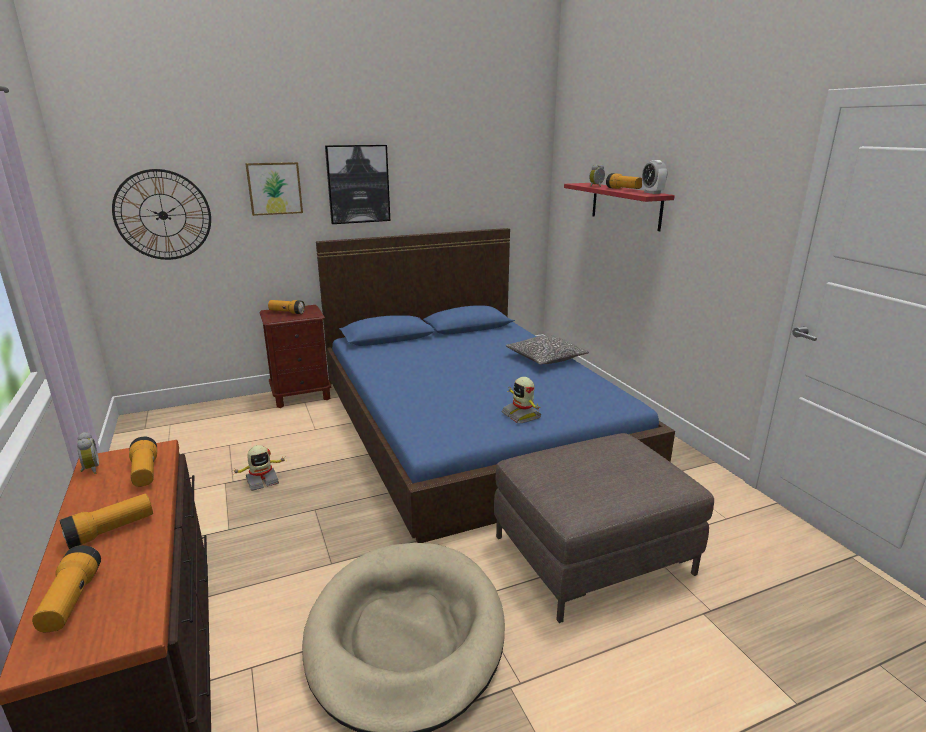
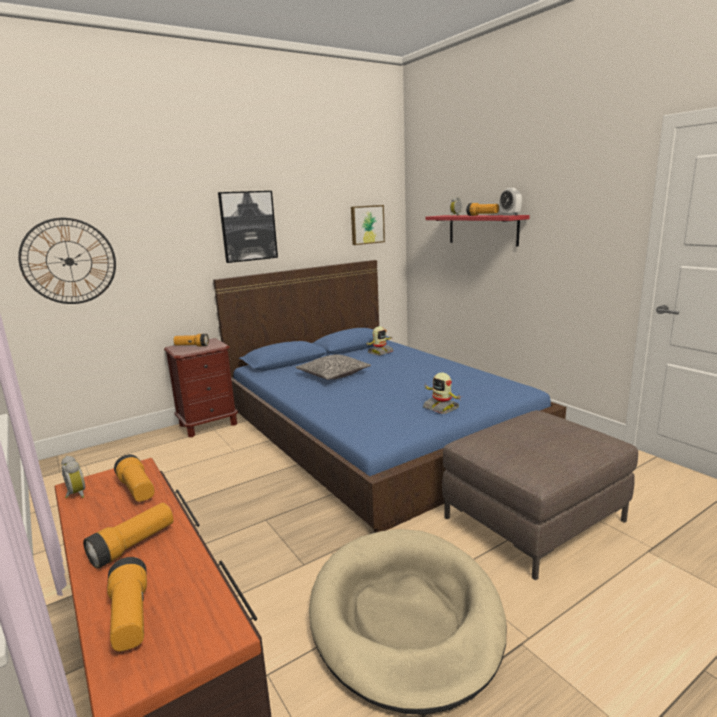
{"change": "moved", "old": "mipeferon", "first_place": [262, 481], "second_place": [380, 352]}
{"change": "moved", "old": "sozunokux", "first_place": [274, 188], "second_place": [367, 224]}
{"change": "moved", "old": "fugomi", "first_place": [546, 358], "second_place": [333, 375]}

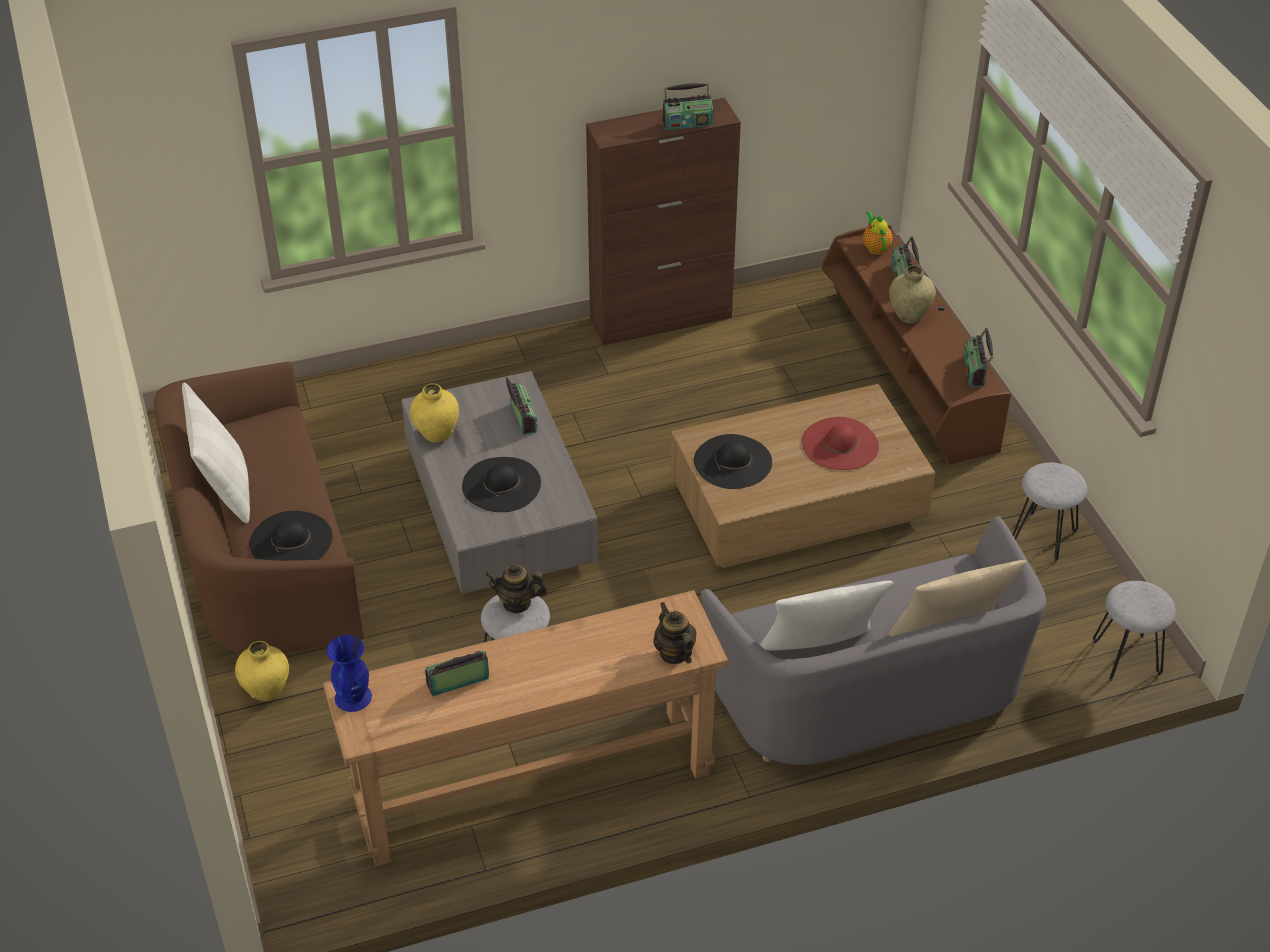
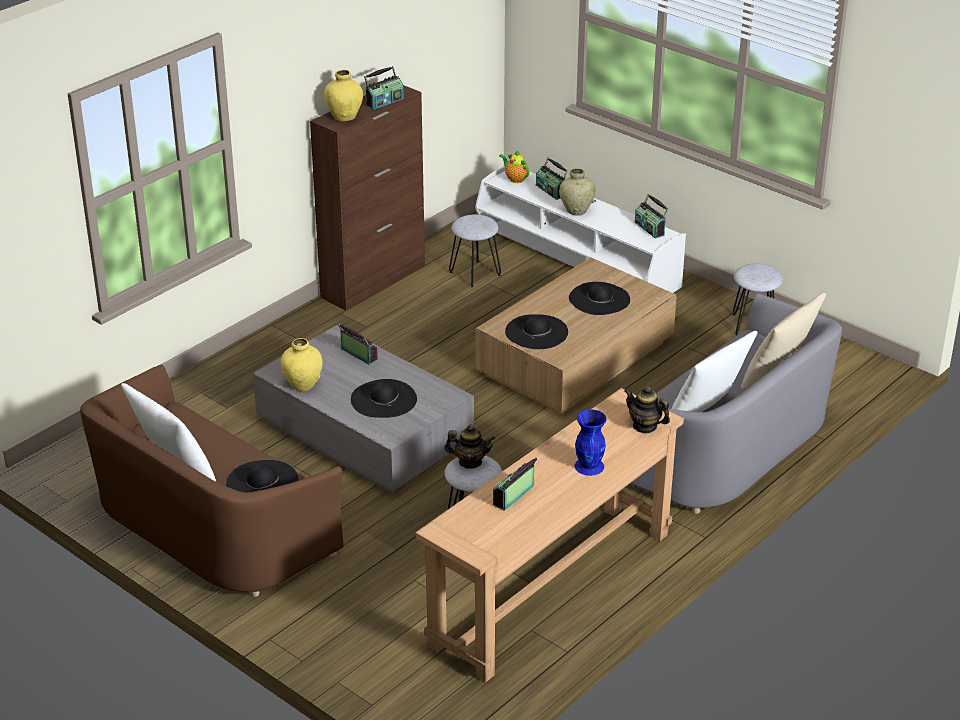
{"change": "moved", "old": "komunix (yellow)", "first_place": [266, 691], "second_place": [344, 117]}
{"change": "moved", "old": "komunix (blue)", "first_place": [353, 697], "second_place": [590, 466]}
{"change": "moved", "old": "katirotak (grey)", "first_place": [1126, 658], "second_place": [474, 273]}
{"change": "recoloured", "old": "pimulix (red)", "new": "pimulix (black)", "first_place": [840, 444], "second_place": [599, 299]}
{"change": "recoloured", "old": "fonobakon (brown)", "new": "fonobakon (white)", "first_place": [906, 371], "second_place": [576, 260]}
{"change": "turned", "old": "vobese", "first_place": [517, 603], "second_place": [470, 462], "degrees": -150}

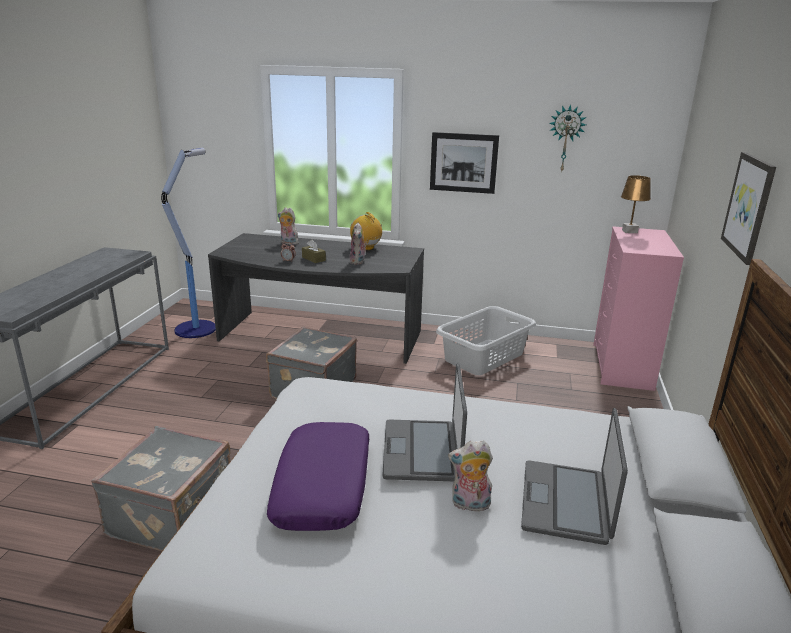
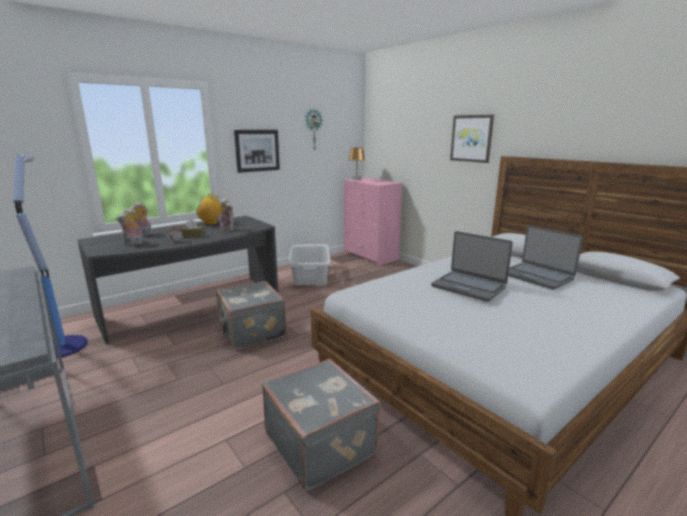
{"change": "removed", "old": "fugomi (purple)", "first_place": [324, 486]}
{"change": "moved", "old": "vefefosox", "first_place": [469, 505], "second_place": [133, 243]}

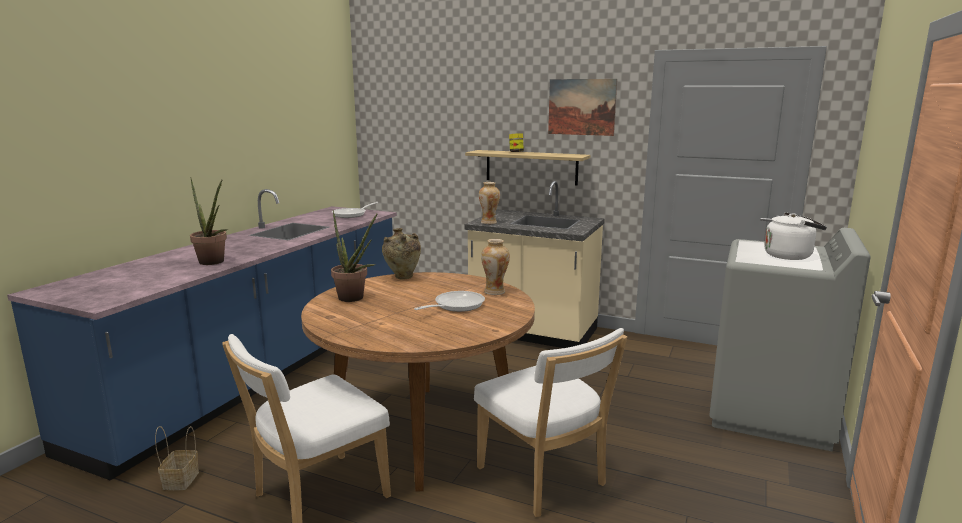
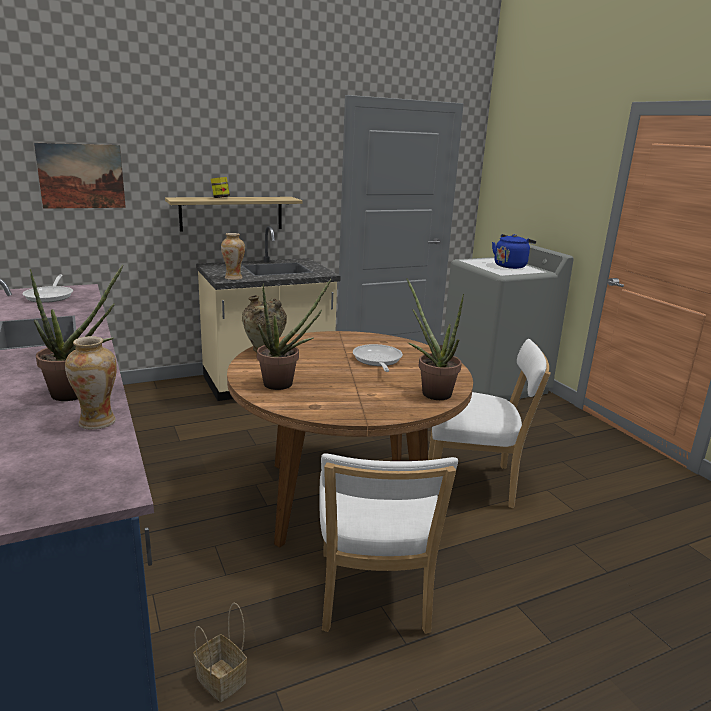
{"change": "added", "new": "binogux", "second_place": [431, 392]}
{"change": "moved", "old": "komunix", "first_place": [494, 292], "second_place": [97, 422]}
{"change": "moved", "old": "sozunokux", "first_place": [581, 107], "second_place": [81, 176]}
{"change": "recoloured", "old": "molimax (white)", "new": "molimax (blue)", "first_place": [790, 256], "second_place": [511, 266]}

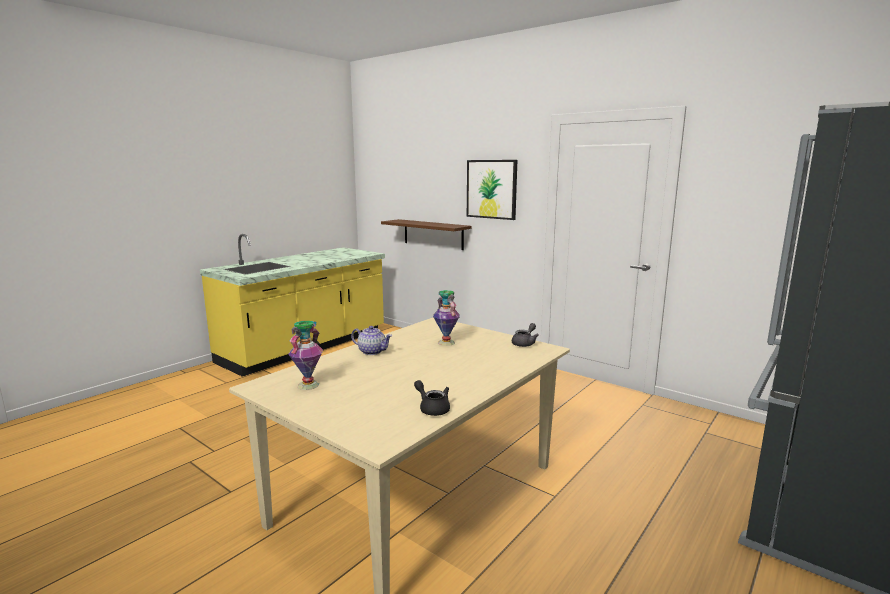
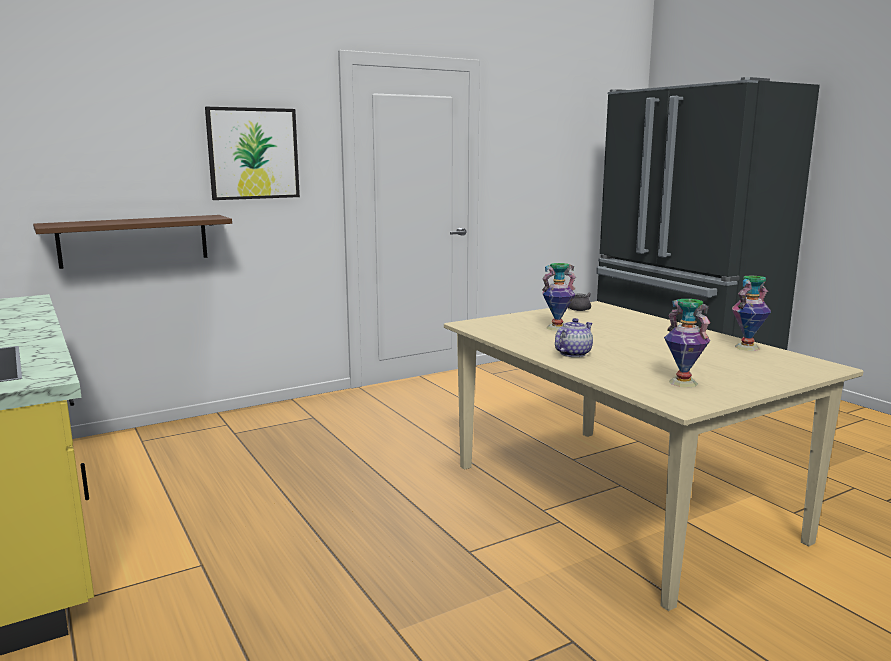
{"change": "replaced", "old": "vobese (black)", "new": "komunix", "first_place": [432, 408], "second_place": [747, 347]}

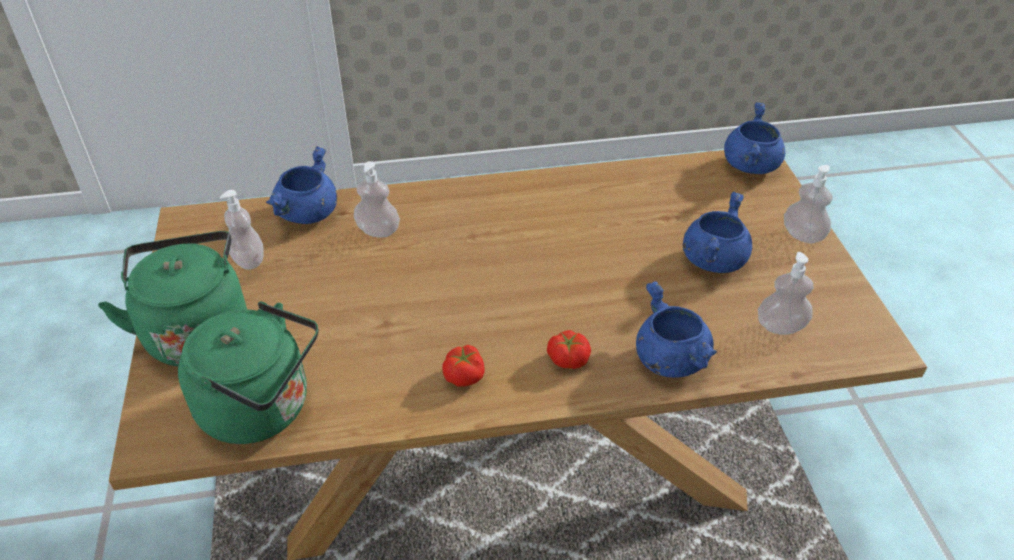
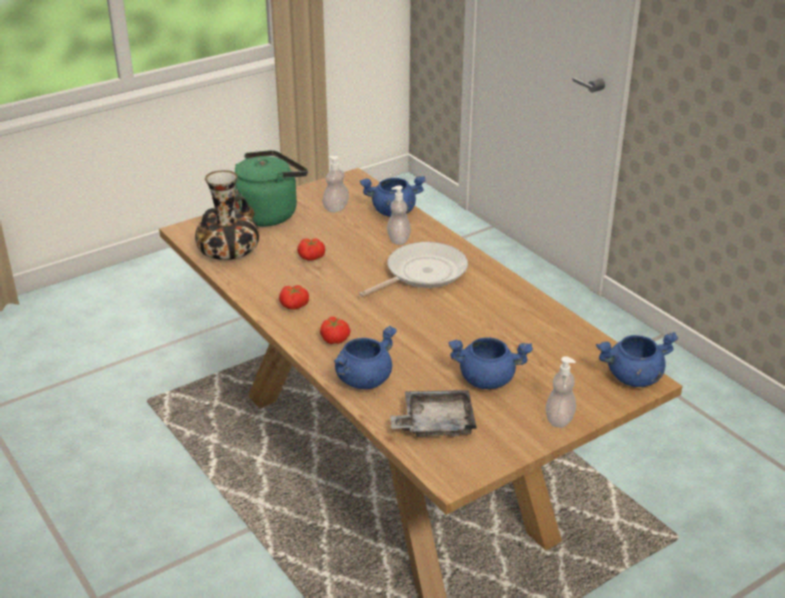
{"change": "added", "new": "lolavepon", "second_place": [311, 257]}
{"change": "added", "new": "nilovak", "second_place": [422, 273]}
{"change": "replaced", "old": "molimax (green)", "new": "komunix", "first_place": [262, 408], "second_place": [227, 251]}
{"change": "replaced", "old": "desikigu", "new": "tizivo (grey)", "first_place": [780, 326], "second_place": [435, 423]}

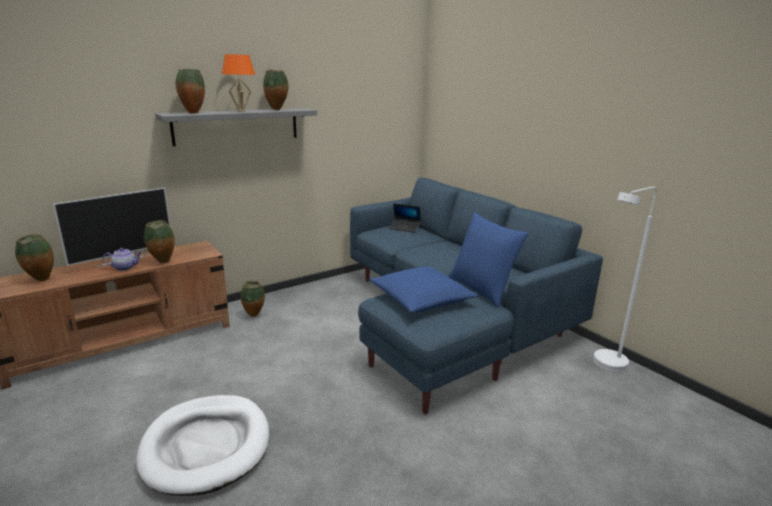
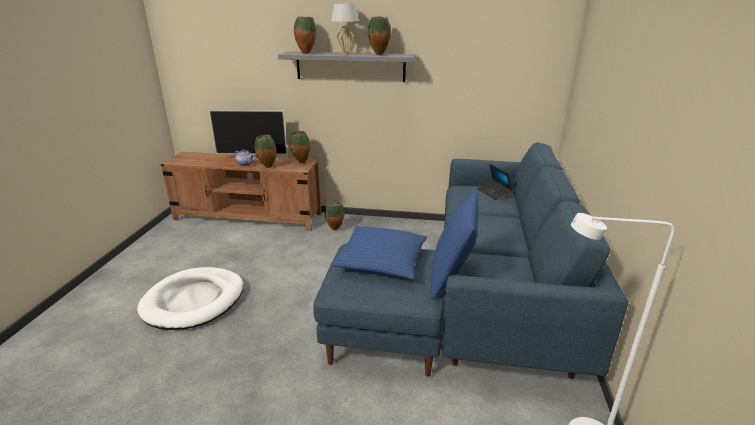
{"change": "moved", "old": "komunix", "first_place": [41, 280], "second_place": [301, 162]}
{"change": "recoloured", "old": "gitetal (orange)", "new": "gitetal (white)", "first_place": [241, 111], "second_place": [345, 54]}

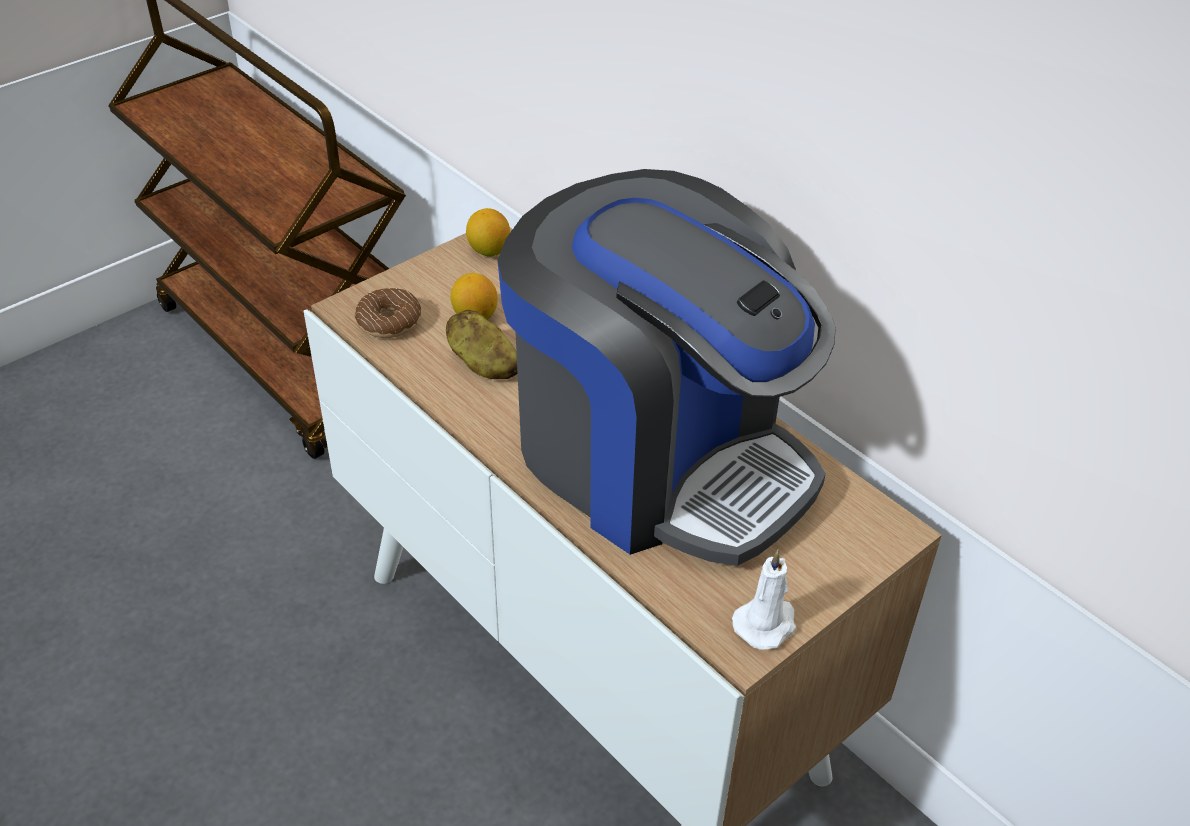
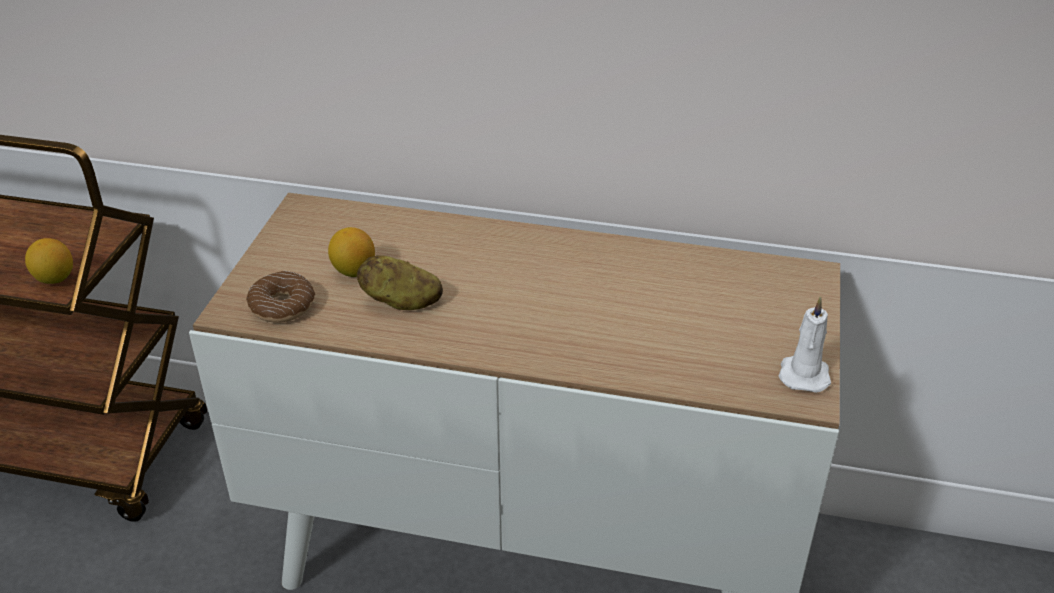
{"change": "removed", "old": "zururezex", "first_place": [657, 457]}
{"change": "moved", "old": "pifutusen", "first_place": [489, 251], "second_place": [55, 278]}

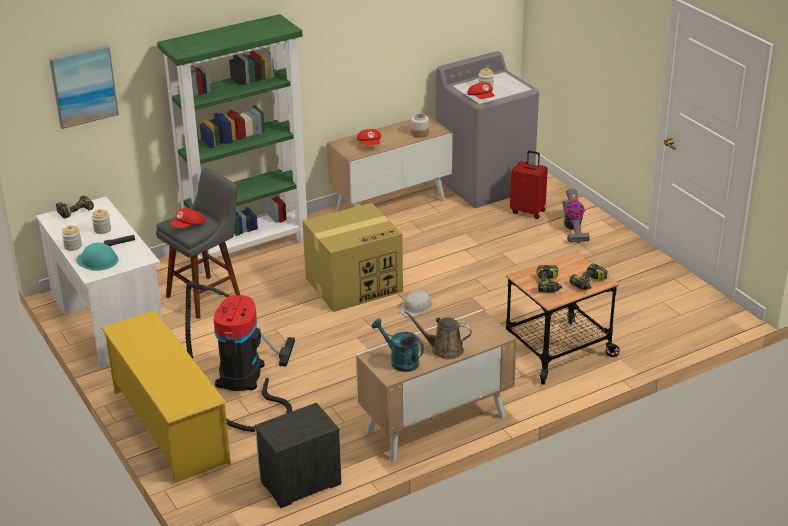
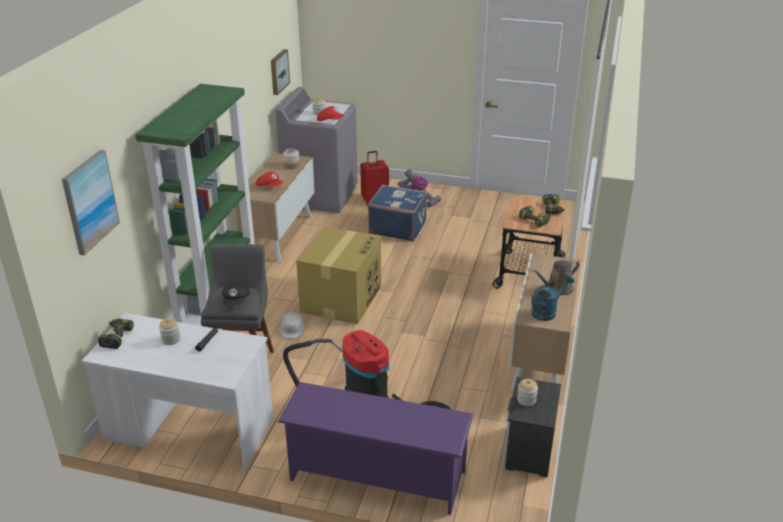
{"change": "removed", "old": "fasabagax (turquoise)", "first_place": [97, 260]}
{"change": "added", "new": "sozunokux", "second_place": [278, 71]}
{"change": "added", "new": "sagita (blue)", "second_place": [397, 227]}
{"change": "moved", "old": "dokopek", "first_place": [73, 246], "second_place": [526, 400]}
{"change": "moved", "old": "fasabagax (white)", "first_place": [416, 307], "second_place": [292, 328]}
{"change": "recoloured", "old": "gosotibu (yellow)", "new": "gosotibu (purple)", "first_place": [169, 426], "second_place": [376, 476]}
{"change": "recoloured", "old": "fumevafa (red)", "new": "fumevafa (black)", "first_place": [188, 226], "second_place": [236, 301]}
{"change": "turned", "old": "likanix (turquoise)", "first_place": [400, 361], "second_place": [547, 311], "degrees": 150}

